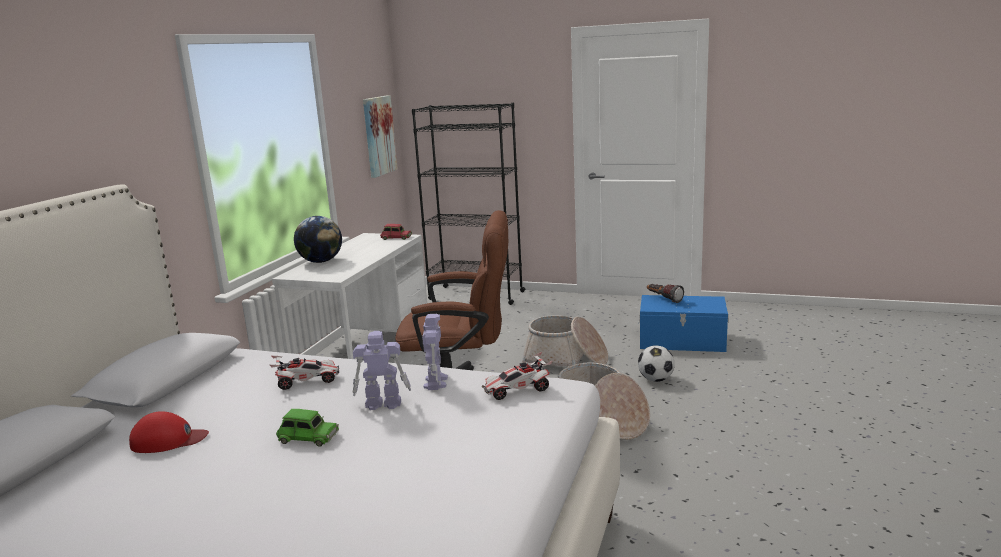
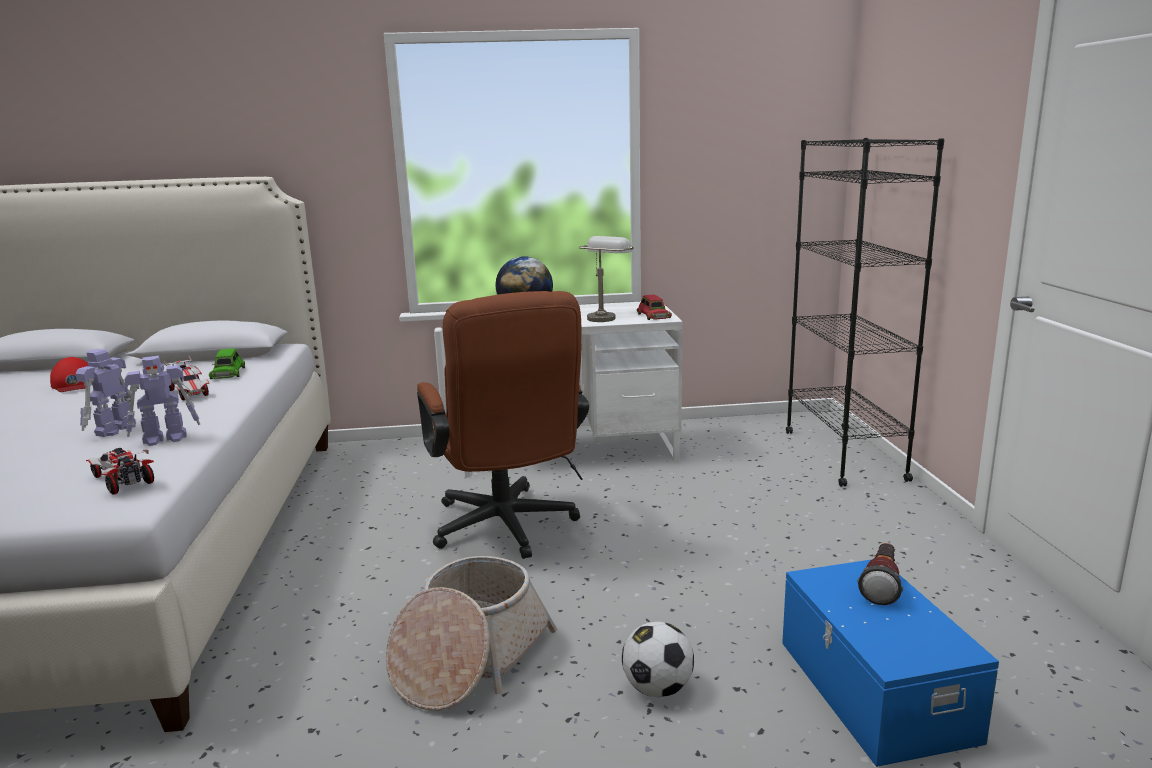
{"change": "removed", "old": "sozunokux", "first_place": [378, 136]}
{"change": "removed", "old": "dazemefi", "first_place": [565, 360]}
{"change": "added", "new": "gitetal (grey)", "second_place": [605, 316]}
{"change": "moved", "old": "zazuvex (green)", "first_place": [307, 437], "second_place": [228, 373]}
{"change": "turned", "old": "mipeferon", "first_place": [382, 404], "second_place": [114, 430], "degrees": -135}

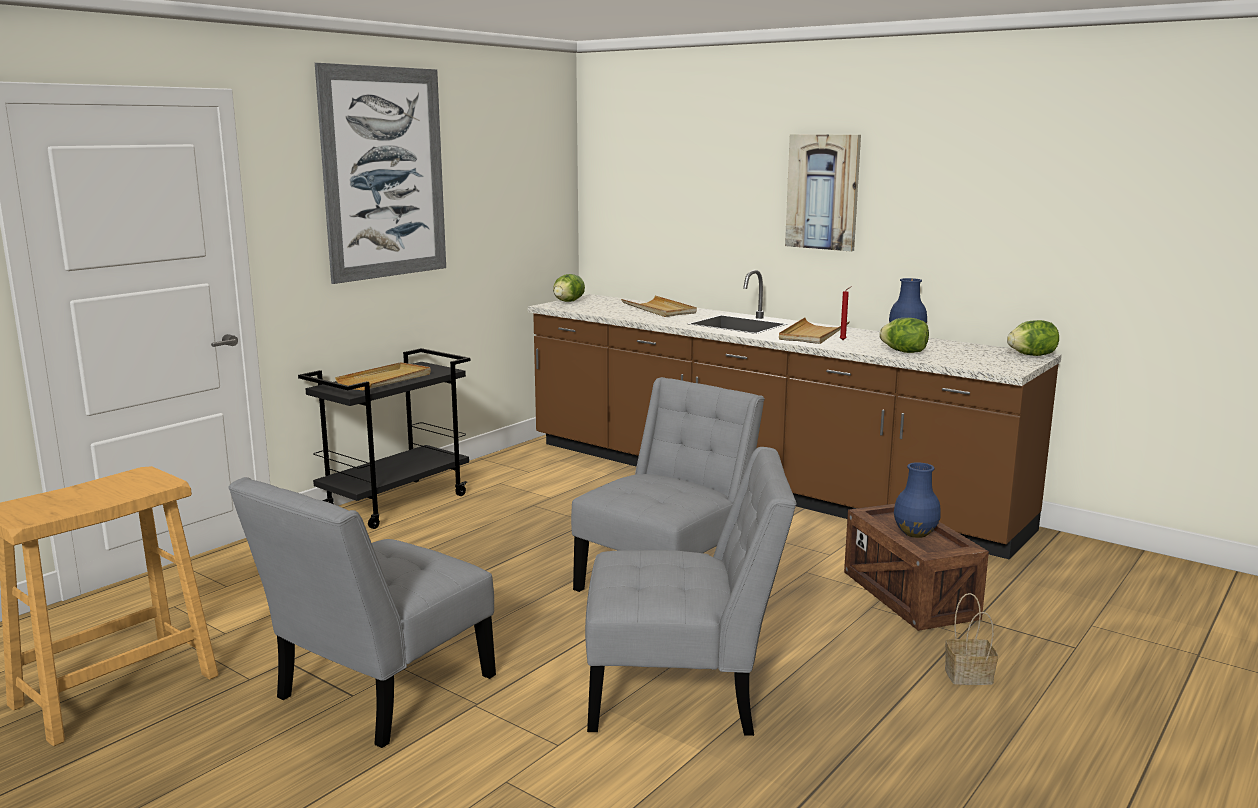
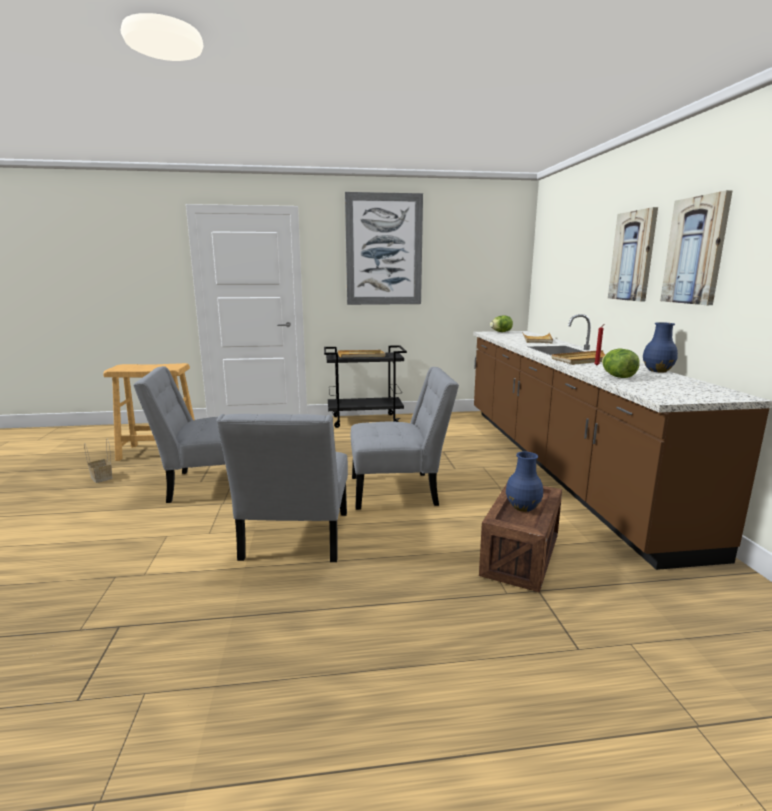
{"change": "removed", "old": "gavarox", "first_place": [1032, 355]}
{"change": "added", "new": "sozunokux", "second_place": [695, 251]}
{"change": "moved", "old": "dazemefi", "first_place": [969, 675], "second_place": [102, 478]}
{"change": "turned", "old": "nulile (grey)", "first_place": [683, 693], "second_place": [294, 540], "degrees": 45}

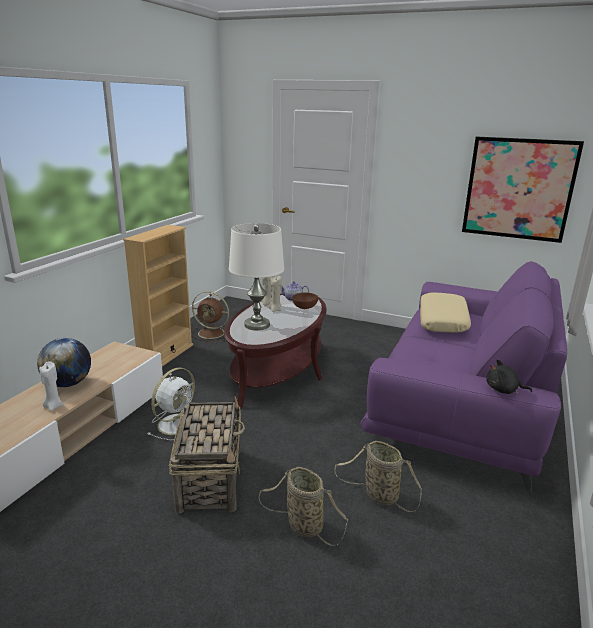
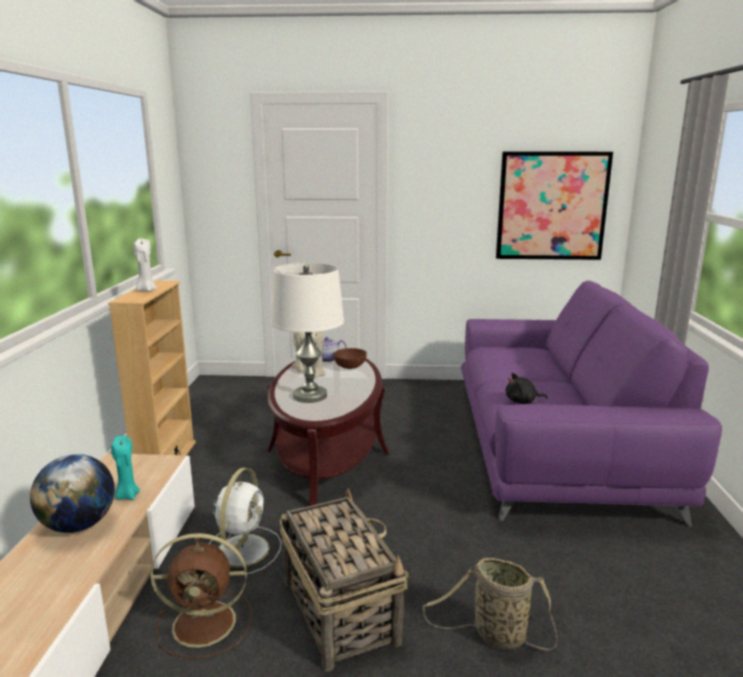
{"change": "removed", "old": "dazemefi", "first_place": [378, 495]}
{"change": "removed", "old": "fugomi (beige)", "first_place": [443, 321]}
{"change": "added", "new": "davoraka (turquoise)", "second_place": [127, 495]}
{"change": "moved", "old": "davoraka (white)", "first_place": [53, 406], "second_place": [146, 290]}
{"change": "moved", "old": "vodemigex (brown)", "first_place": [212, 333], "second_place": [207, 623]}
{"change": "moved", "old": "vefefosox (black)", "first_place": [503, 390], "second_place": [522, 402]}

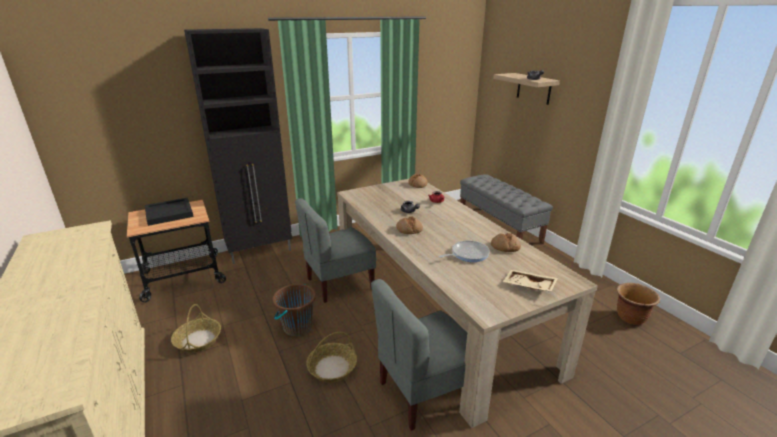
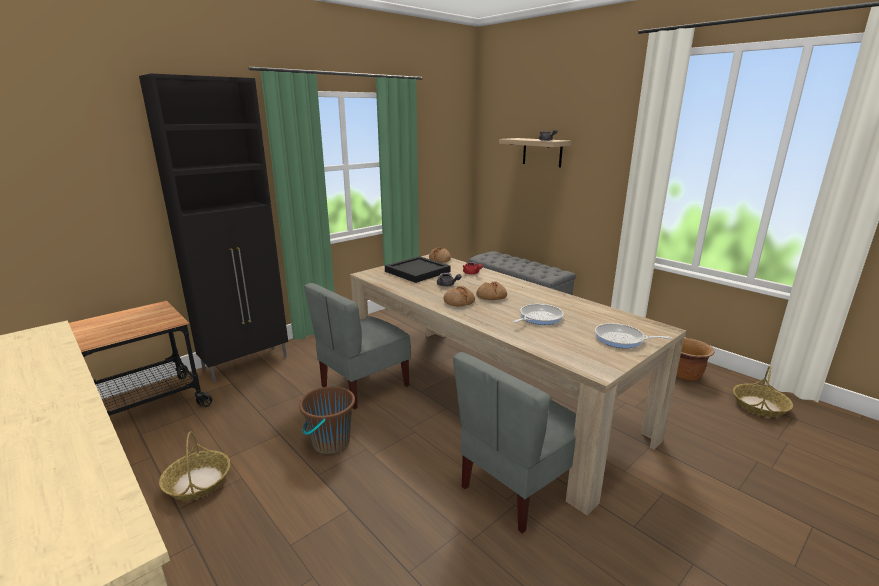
{"change": "moved", "old": "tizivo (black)", "first_place": [169, 213], "second_place": [417, 271]}
{"change": "moved", "old": "dazemefi", "first_place": [332, 368], "second_place": [759, 406]}
{"change": "moved", "old": "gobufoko", "first_place": [505, 247], "second_place": [491, 296]}
{"change": "replaced", "old": "tizivo (beige)", "new": "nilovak", "first_place": [528, 286], "second_place": [622, 339]}

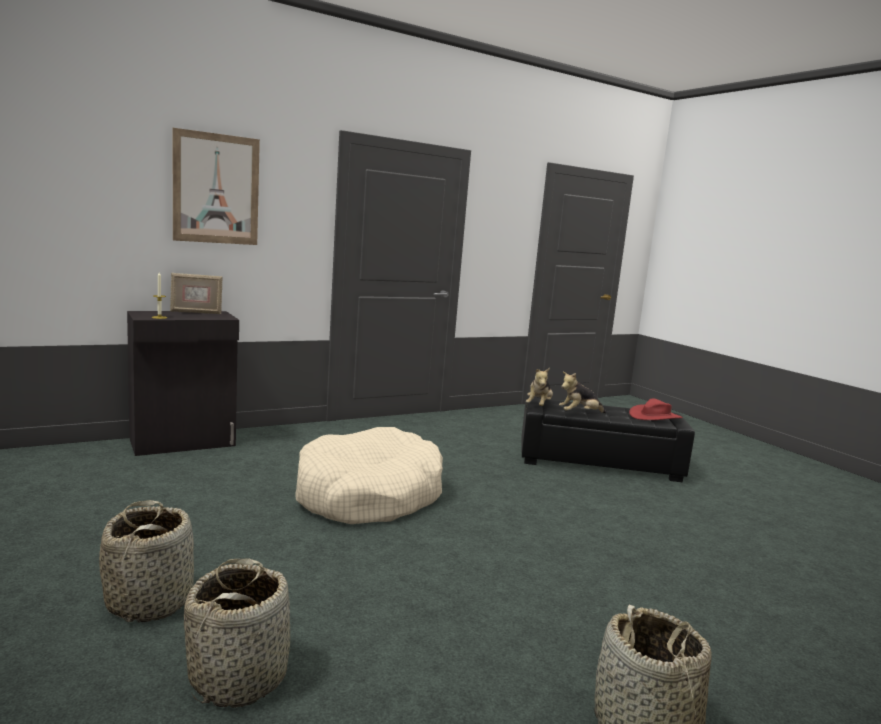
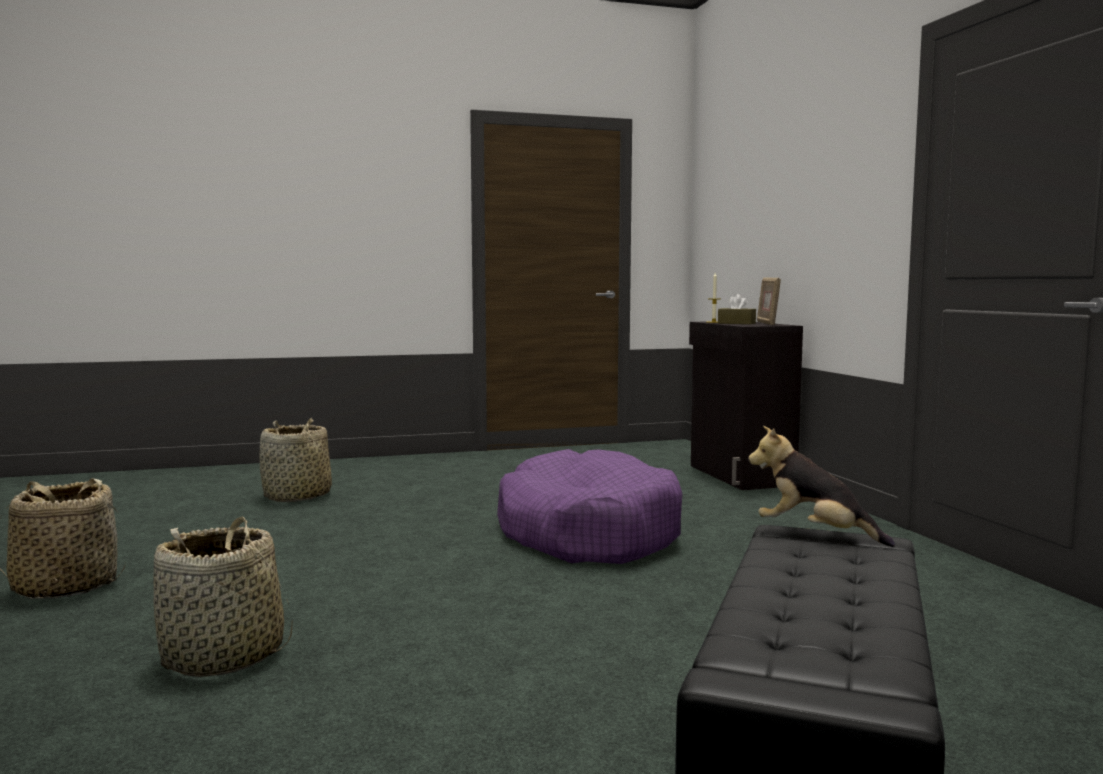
{"change": "removed", "old": "sozunokux", "first_place": [216, 189]}
{"change": "removed", "old": "vefefosox", "first_place": [579, 414]}
{"change": "removed", "old": "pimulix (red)", "first_place": [655, 416]}
{"change": "added", "new": "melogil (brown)", "second_place": [736, 323]}
{"change": "moved", "old": "dazemefi", "first_place": [150, 600], "second_place": [224, 657]}
{"change": "recoloured", "old": "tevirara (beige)", "new": "tevirara (purple)", "first_place": [368, 495], "second_place": [587, 533]}

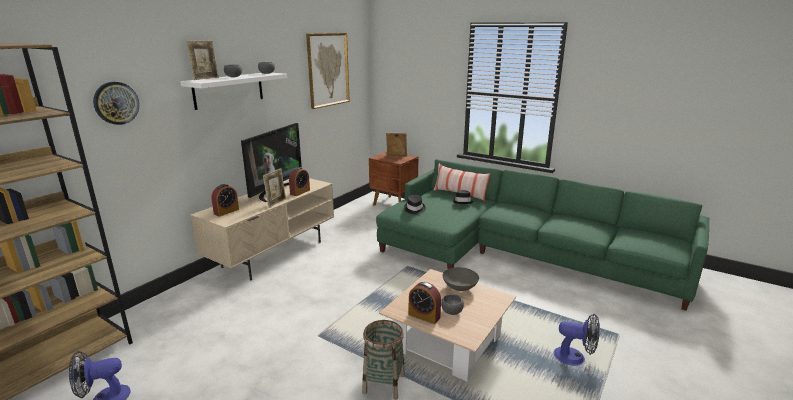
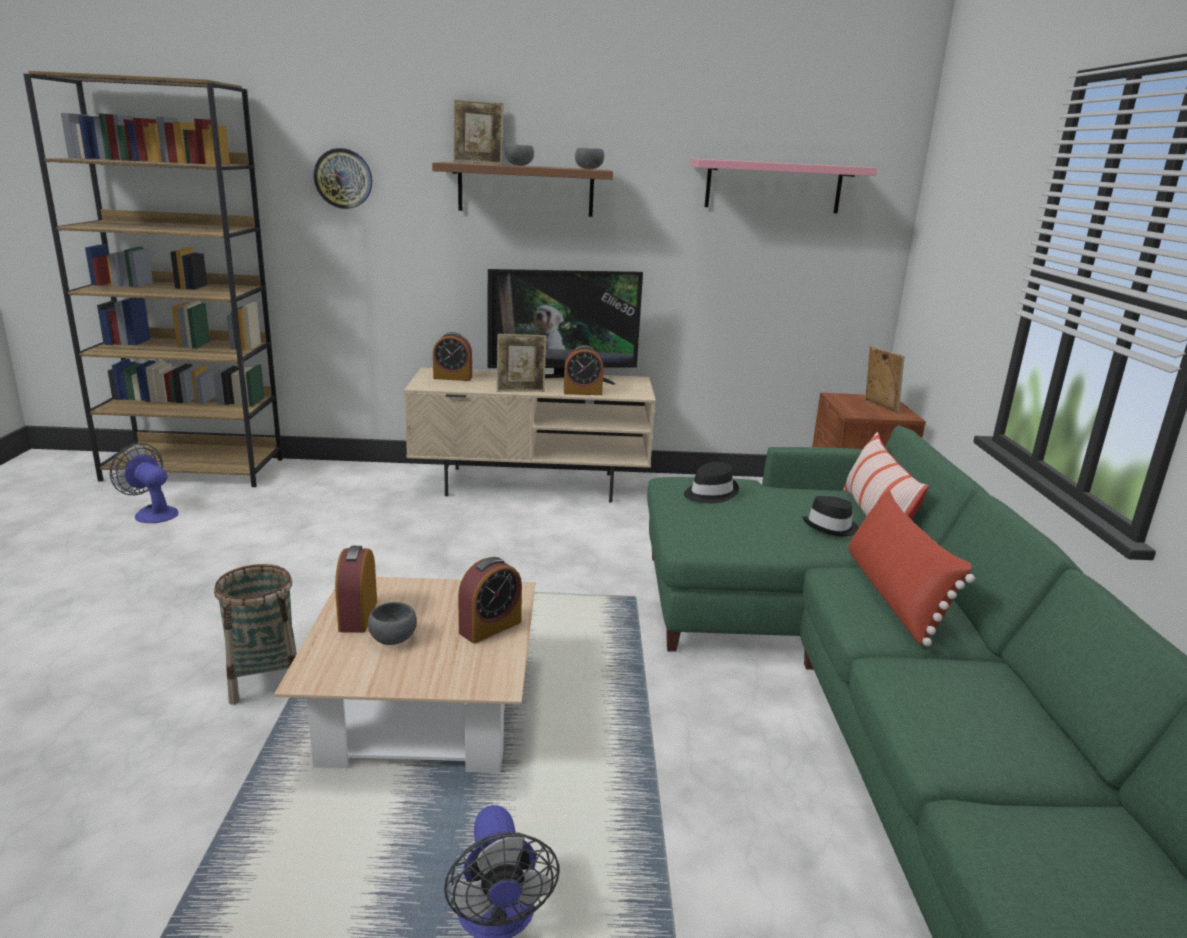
{"change": "added", "new": "fugomi (red)", "second_place": [893, 596]}
{"change": "replaced", "old": "sozunokux", "new": "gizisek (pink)", "first_place": [328, 70], "second_place": [773, 186]}
{"change": "replaced", "old": "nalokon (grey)", "new": "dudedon", "first_place": [459, 288], "second_place": [490, 627]}
{"change": "recoloured", "old": "gizisek (white)", "new": "gizisek (brown)", "first_place": [229, 90], "second_place": [526, 189]}

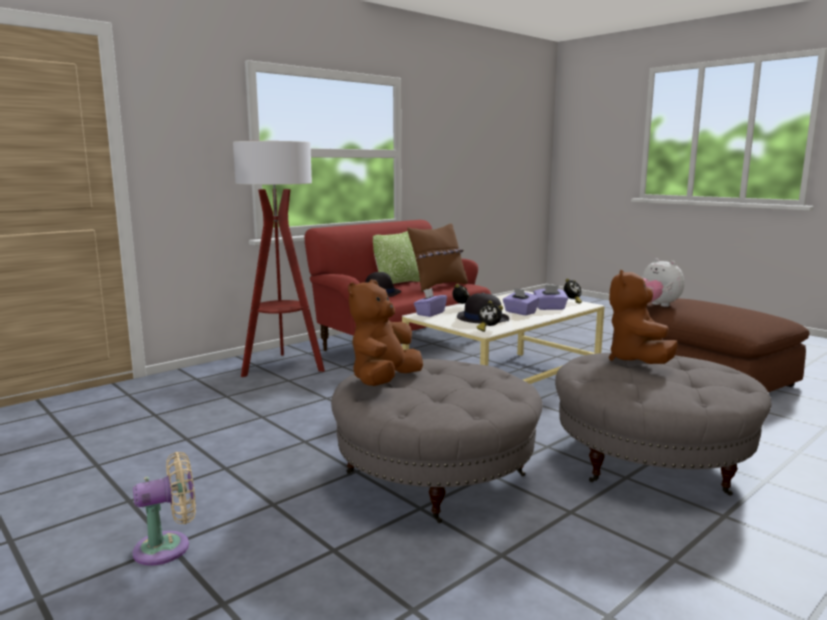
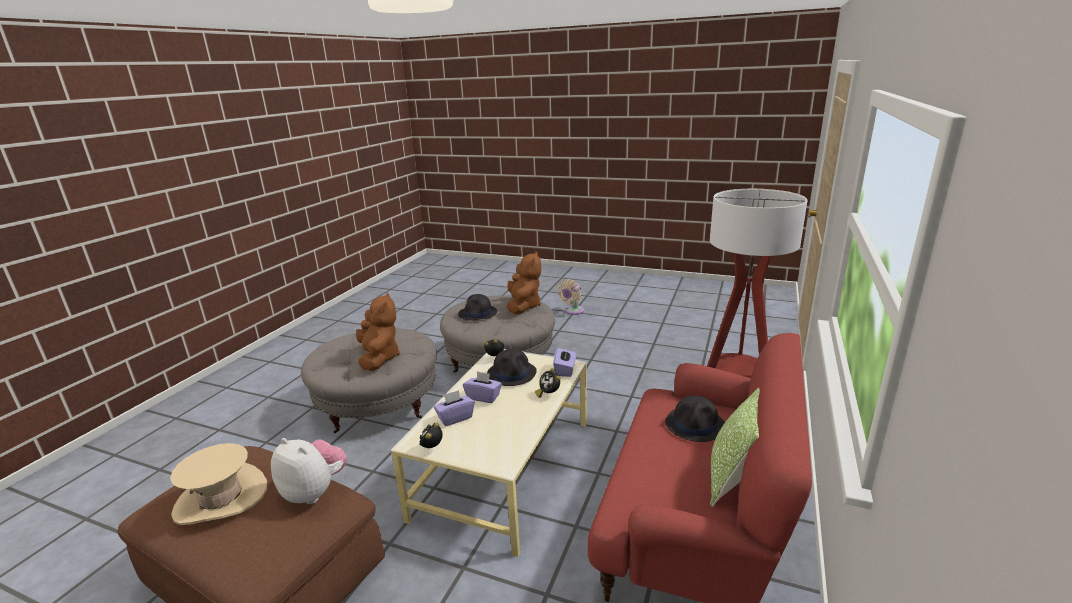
{"change": "removed", "old": "fugomi (brown)", "first_place": [438, 286]}
{"change": "added", "new": "pimulix (beige)", "second_place": [221, 498]}
{"change": "added", "new": "pimulix (black)", "second_place": [478, 313]}

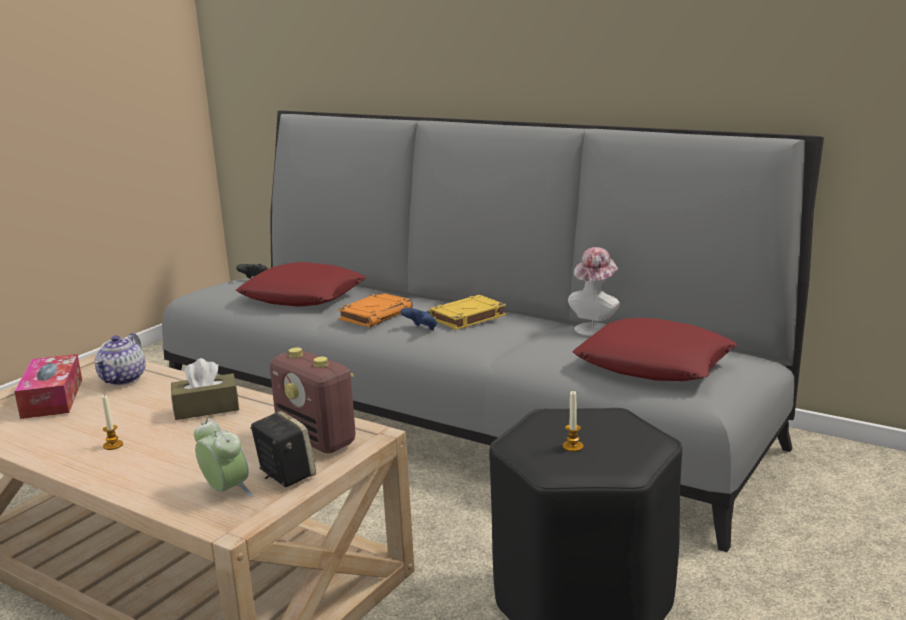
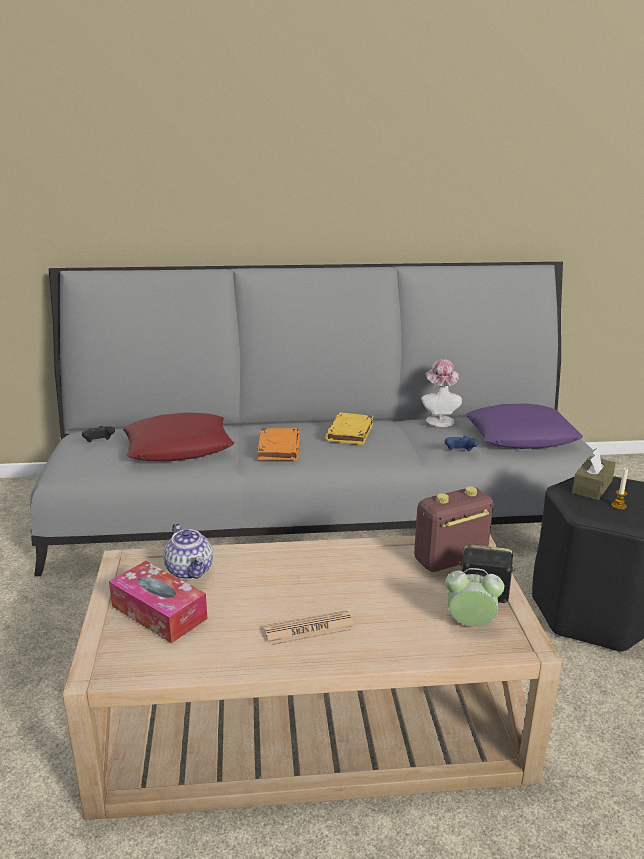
{"change": "moved", "old": "melogil (brown)", "first_place": [206, 408], "second_place": [592, 487]}
{"change": "moved", "old": "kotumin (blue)", "first_place": [421, 329], "second_place": [459, 452]}
{"change": "replaced", "old": "davoraka", "new": "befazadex", "first_place": [113, 445], "second_place": [309, 629]}
{"change": "recoloured", "old": "fugomi (red)", "new": "fugomi (purple)", "first_place": [654, 363], "second_place": [521, 436]}
{"change": "turned", "old": "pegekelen", "first_place": [317, 439], "second_place": [450, 560], "degrees": 150}

